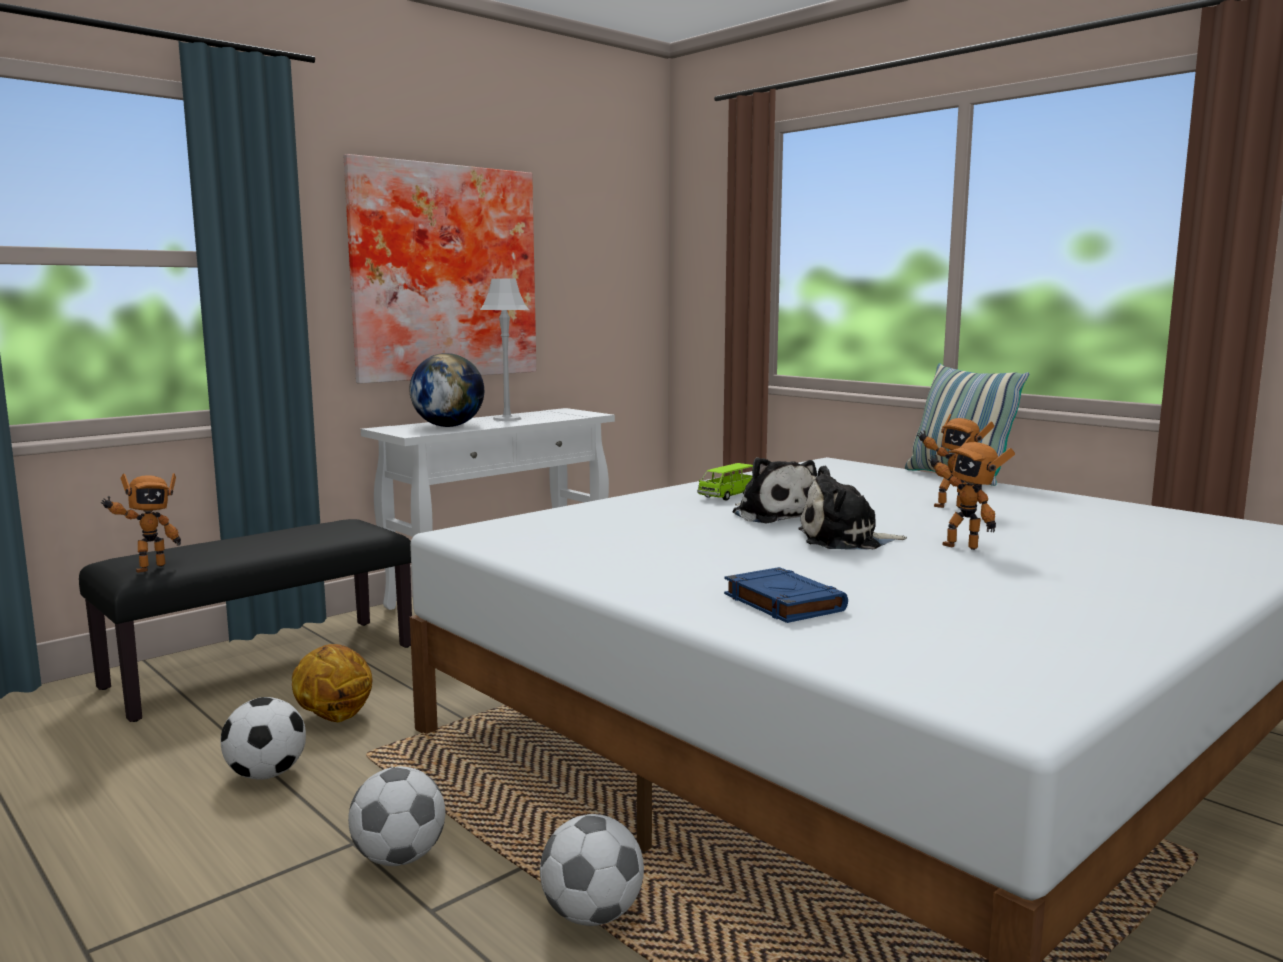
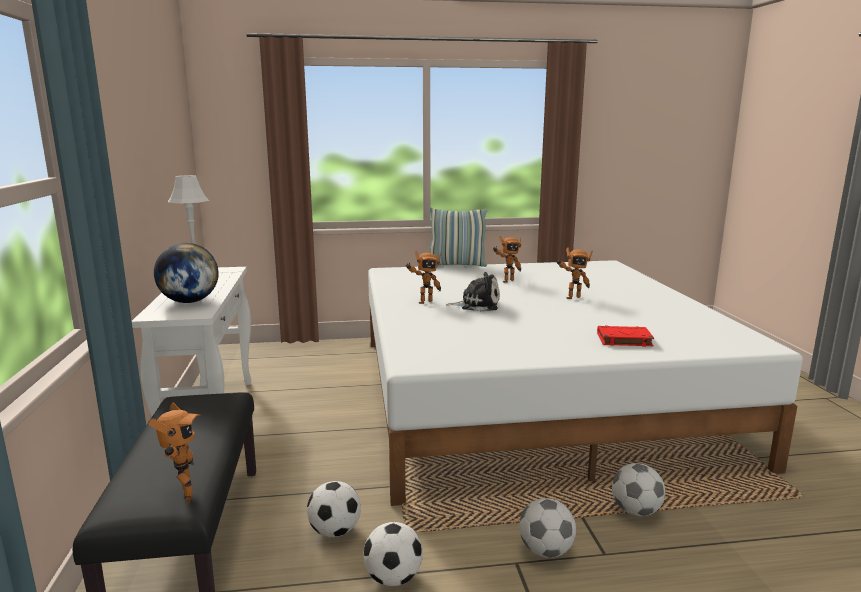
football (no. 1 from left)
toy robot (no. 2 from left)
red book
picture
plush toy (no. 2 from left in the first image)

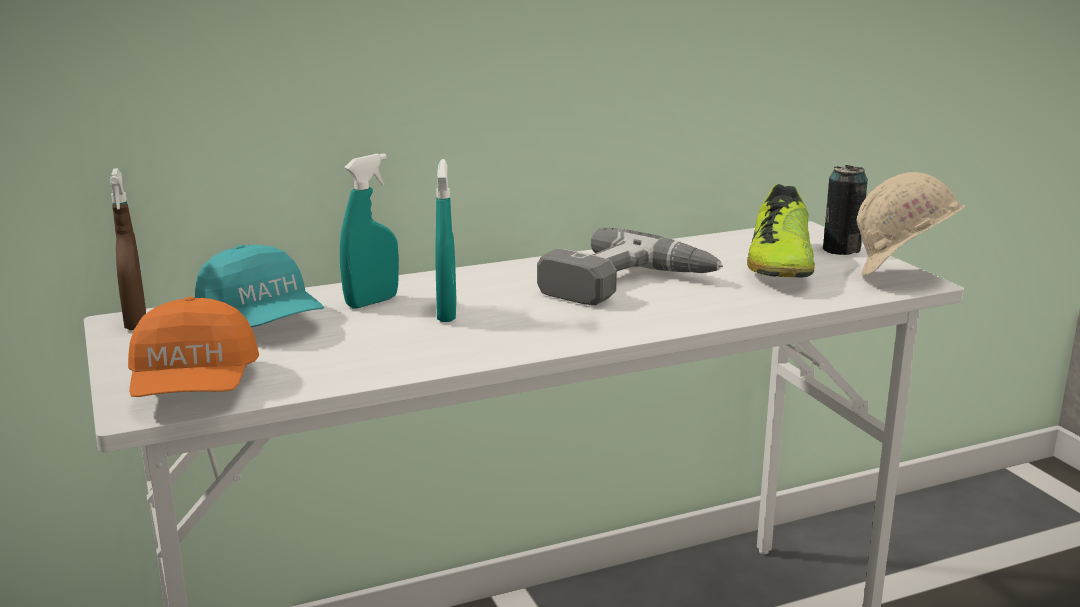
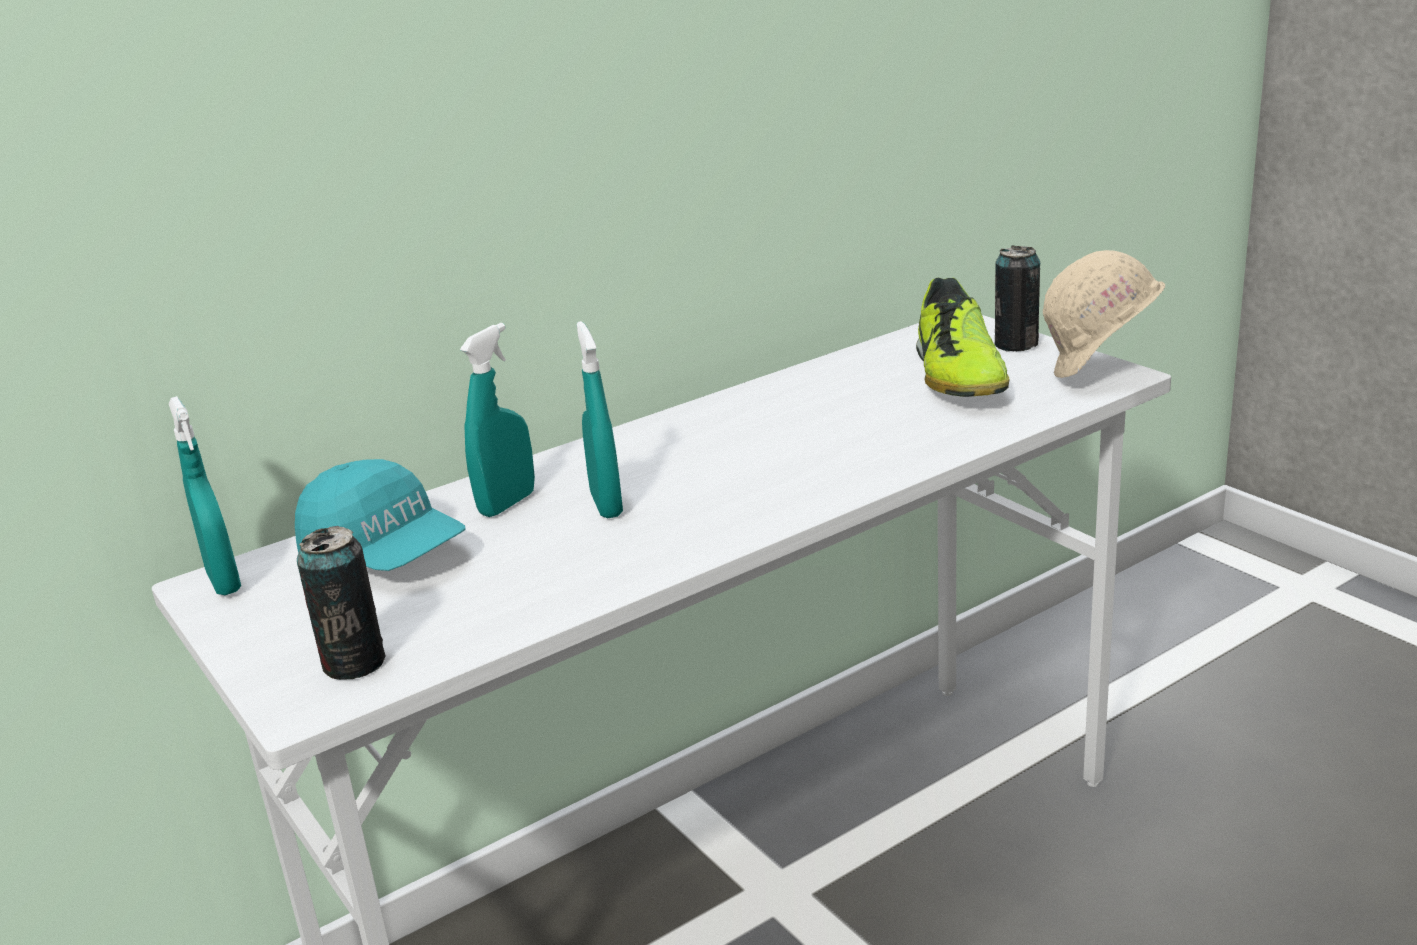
turquoise spray bottle (no. 1 from left)
can (no. 1 from left)
power drill

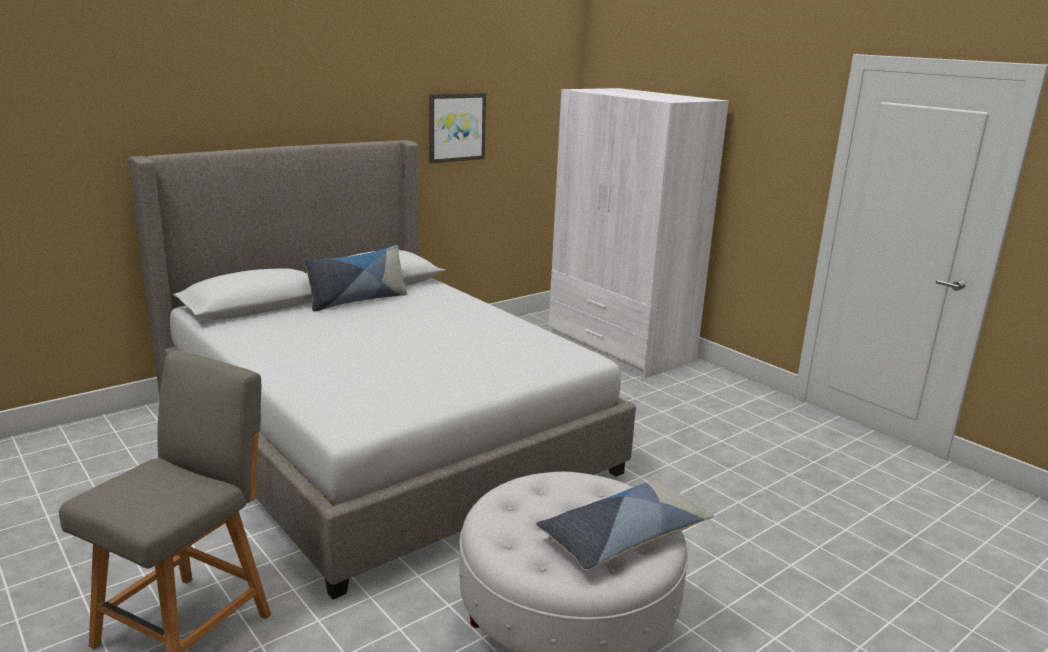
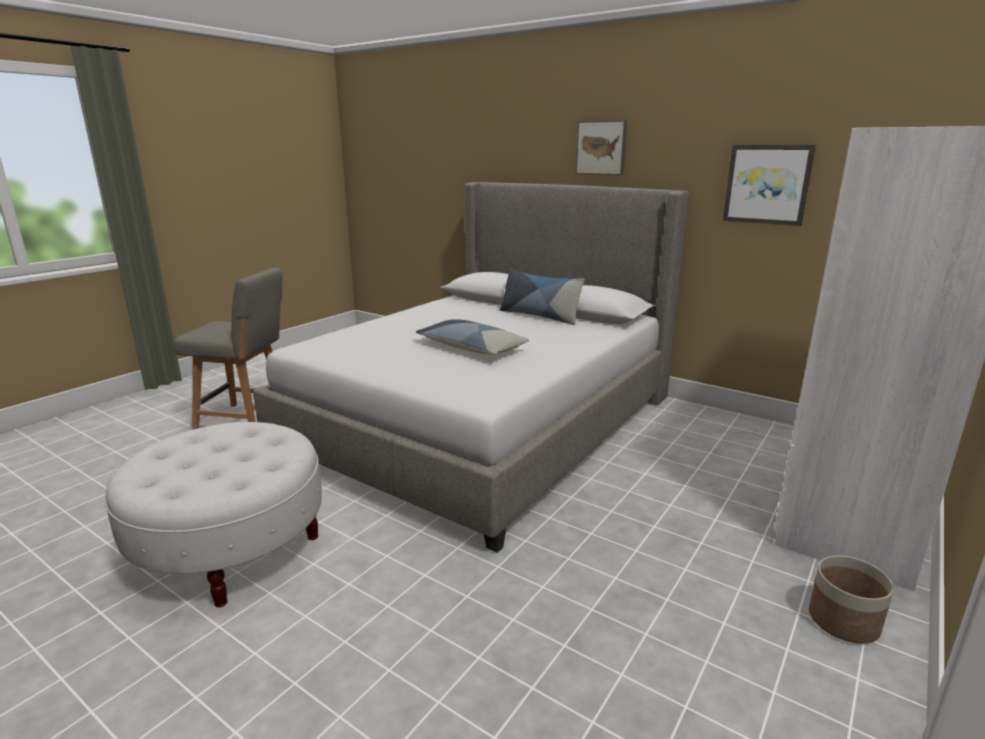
pillow (no. 1 from left)
picture (no. 1 from left)
planter

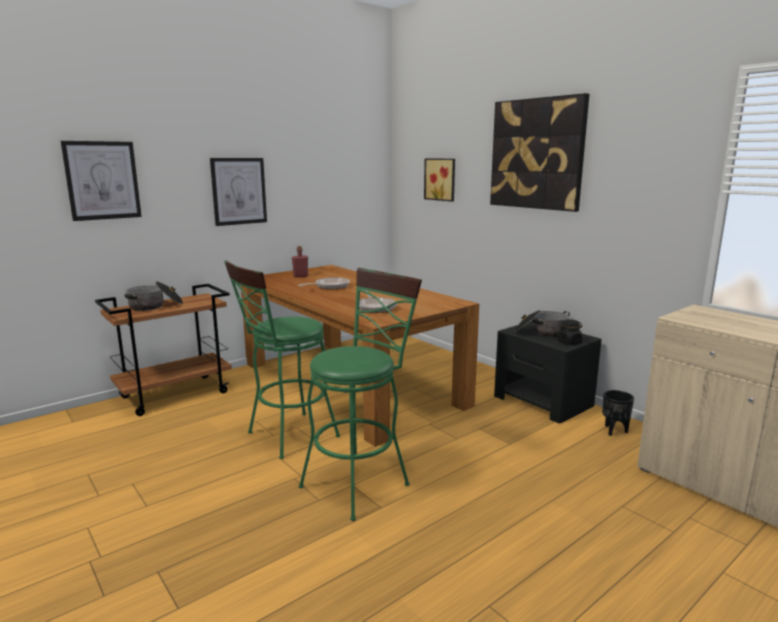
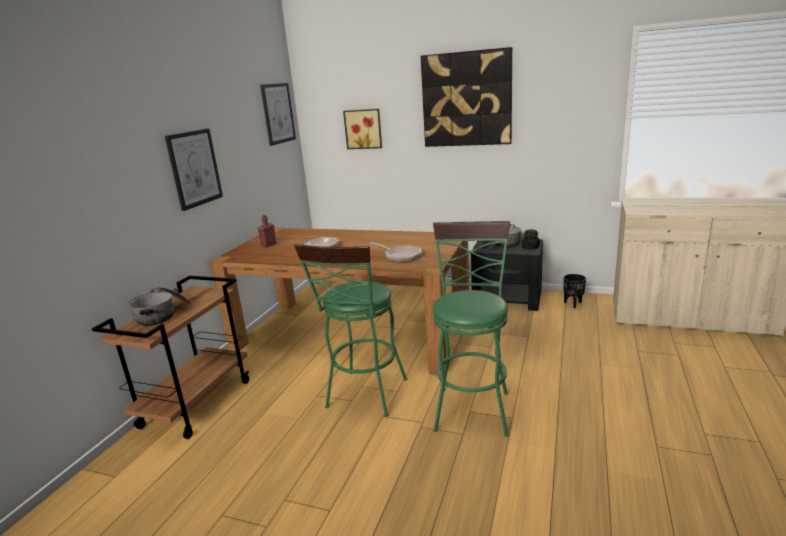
picture (no. 2 from left)

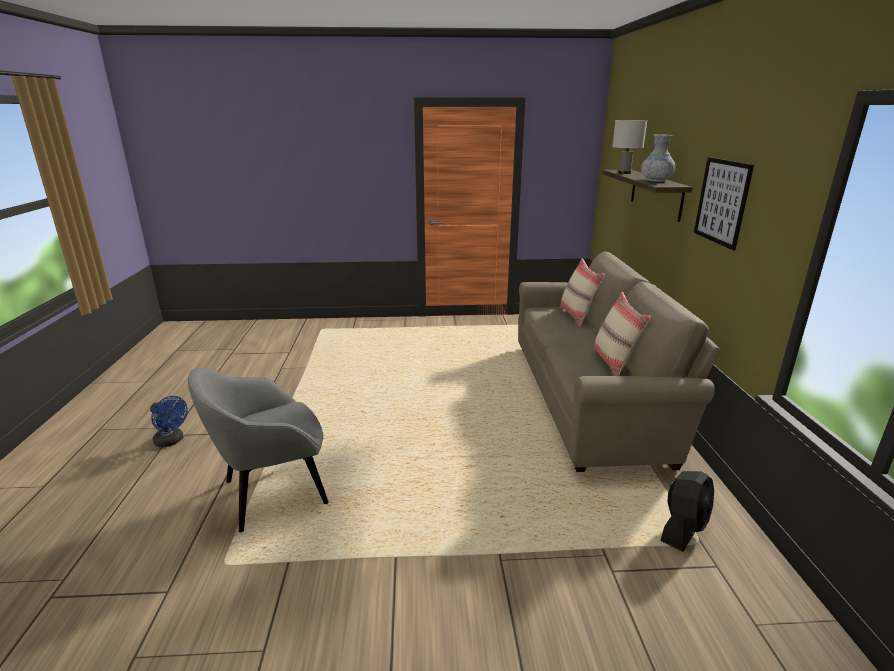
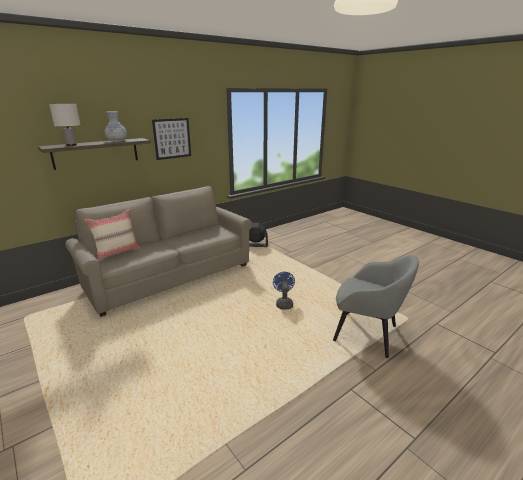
blue fan
beige pillow (no. 2 from left in the first image)

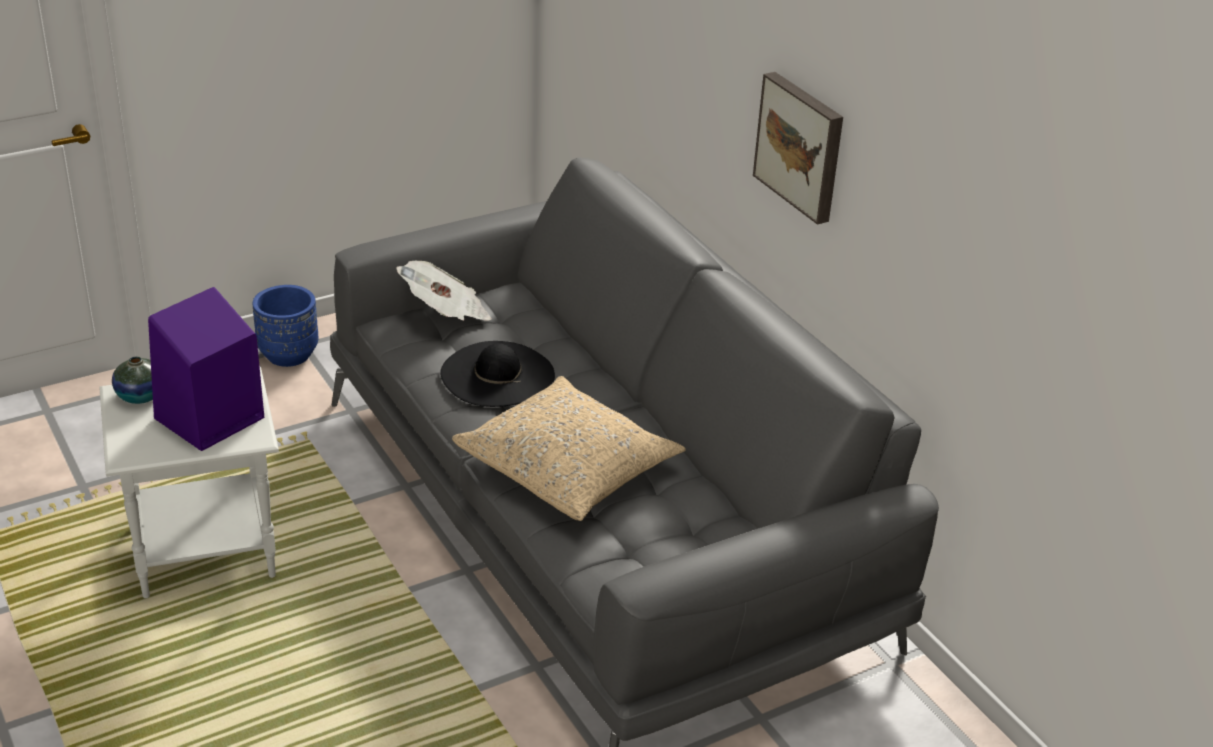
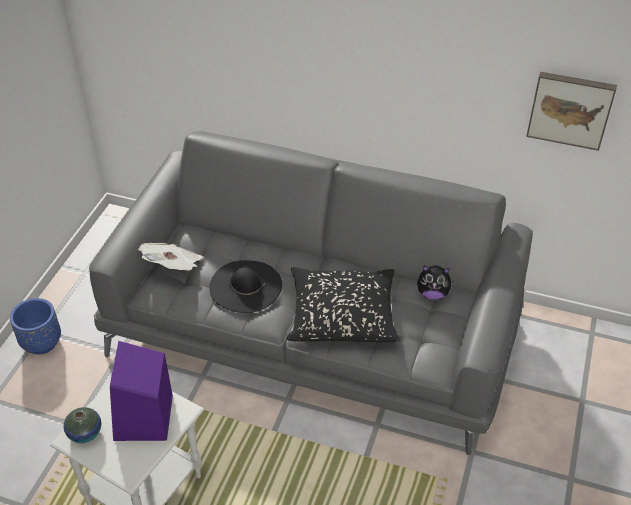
black pillow
plush toy
picture

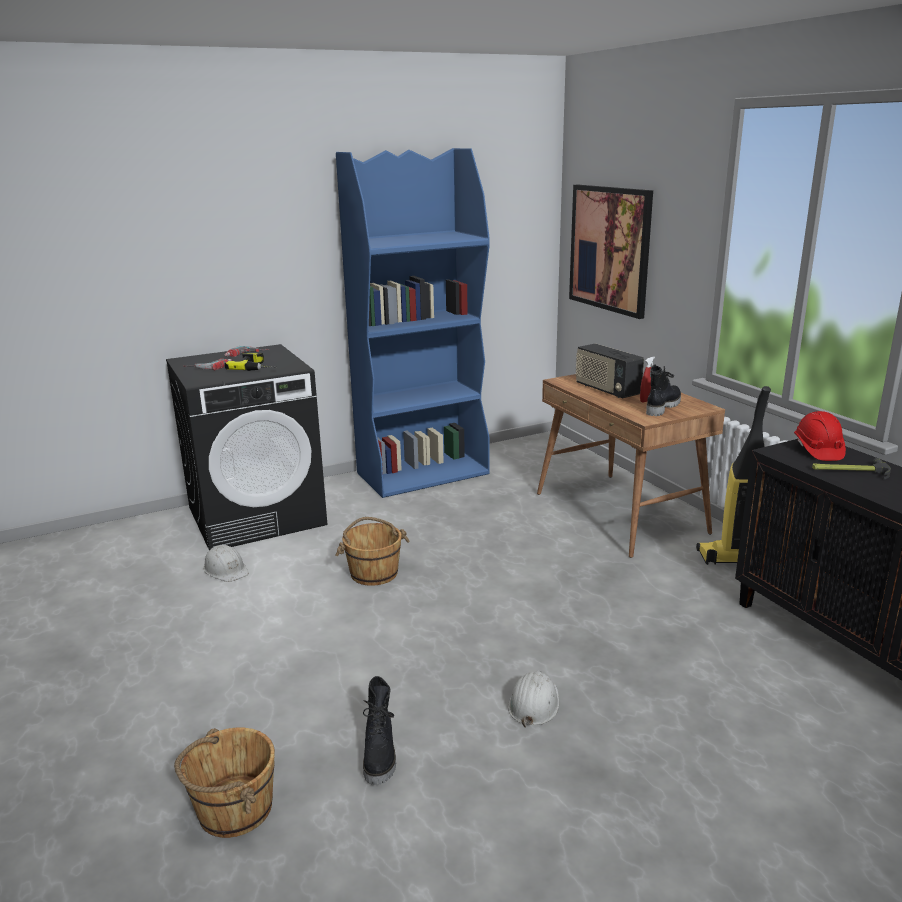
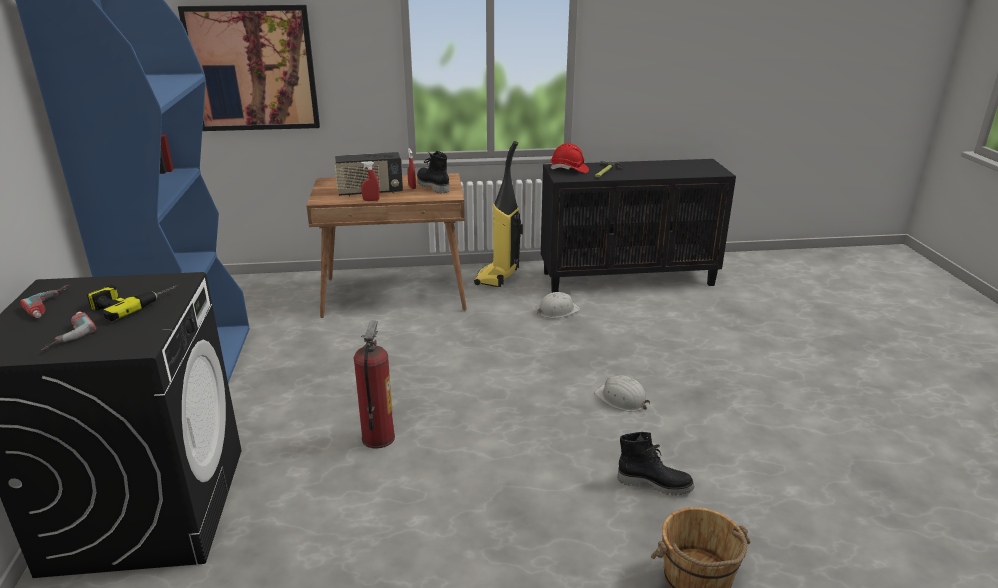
fire extinguisher
red spray bottle (no. 1 from left)
white hard hat (no. 1 from left)

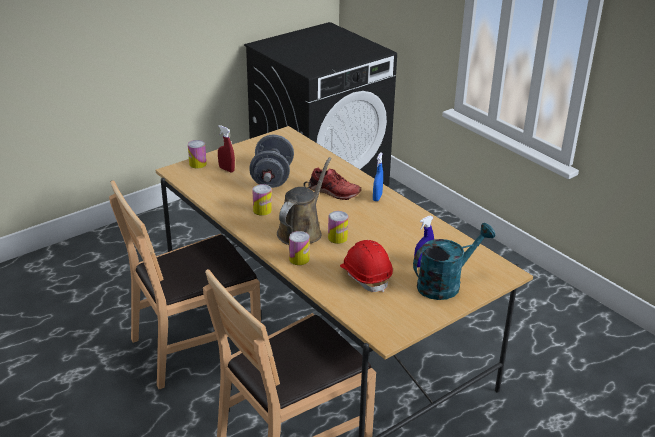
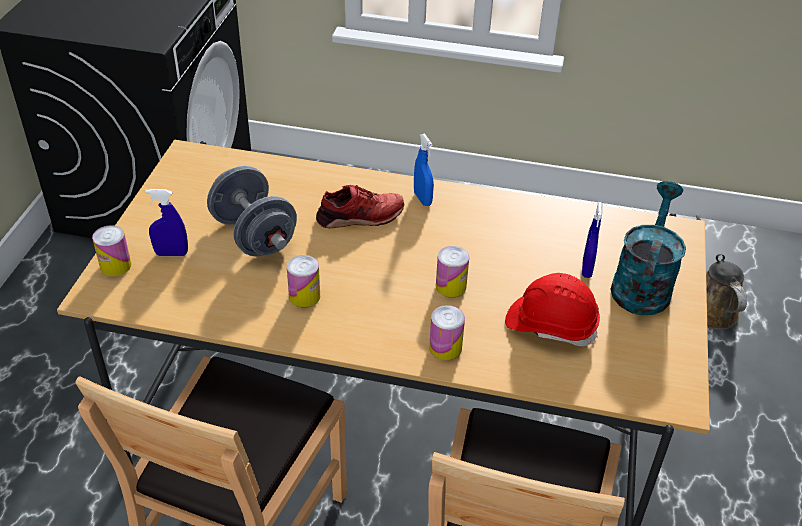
blue spray bottle (no. 1 from left)
brown watering can

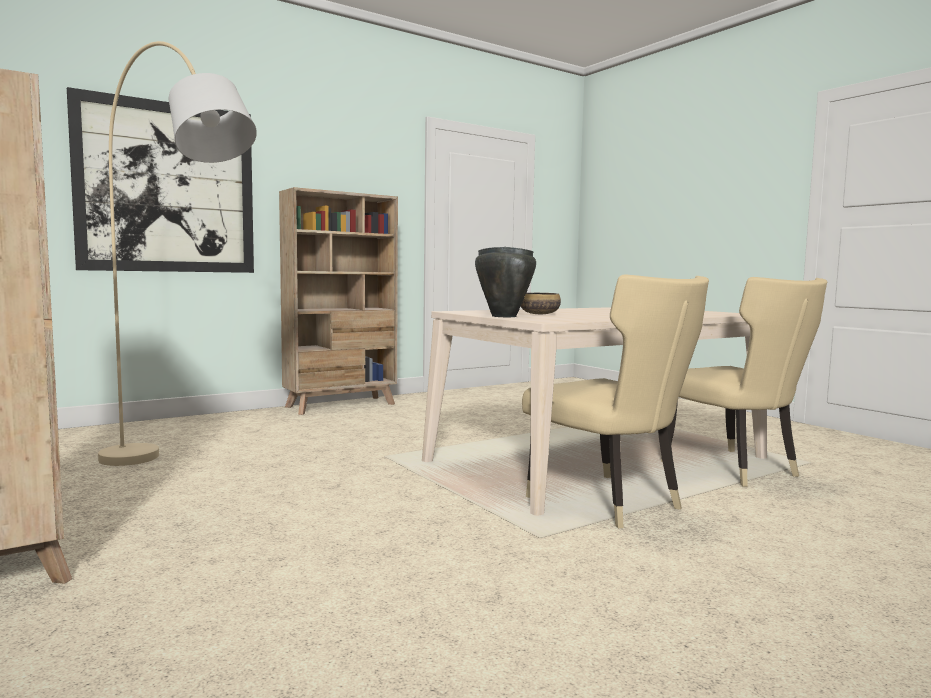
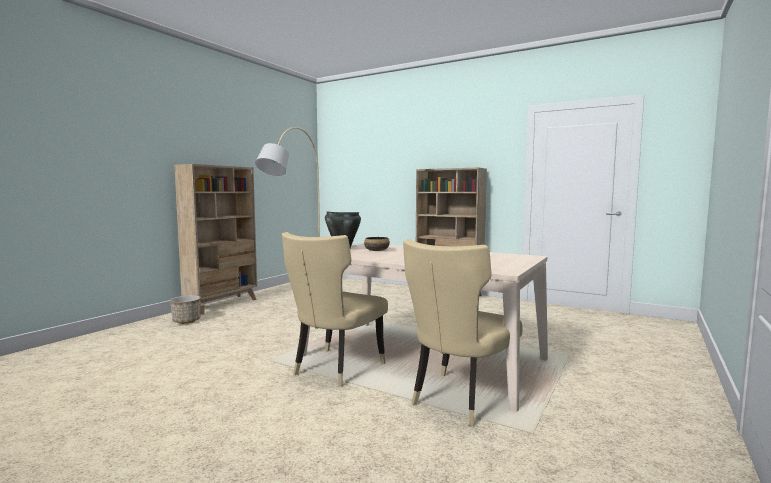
planter
picture

